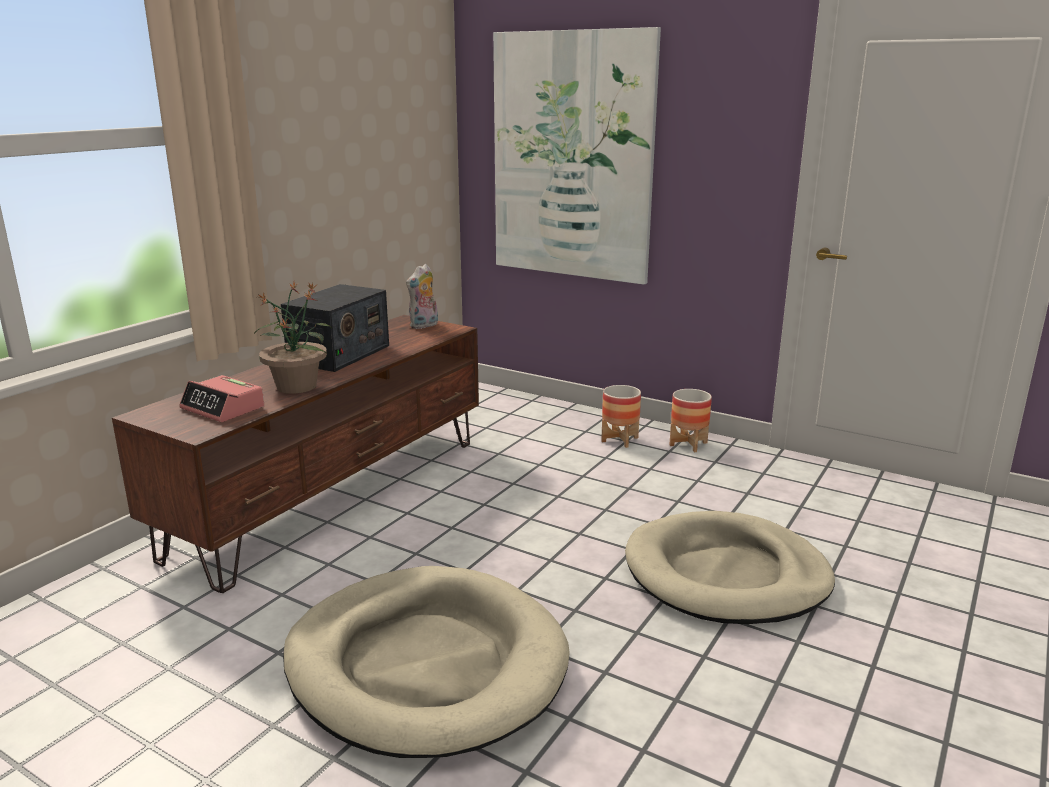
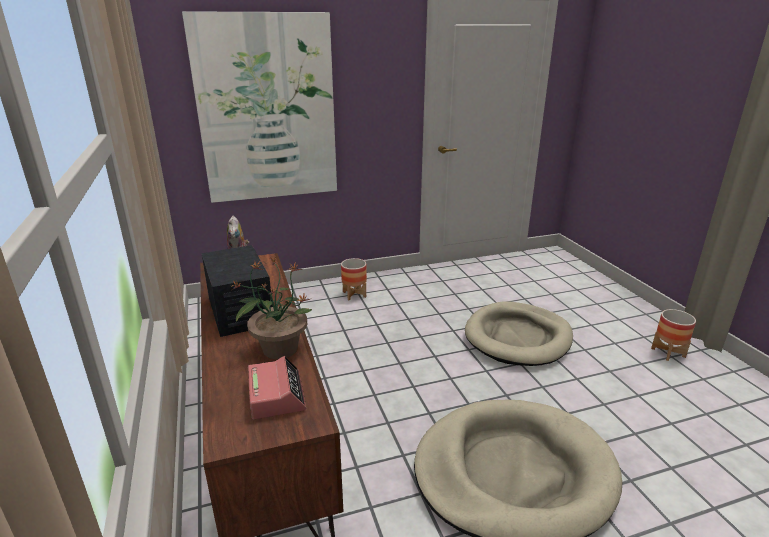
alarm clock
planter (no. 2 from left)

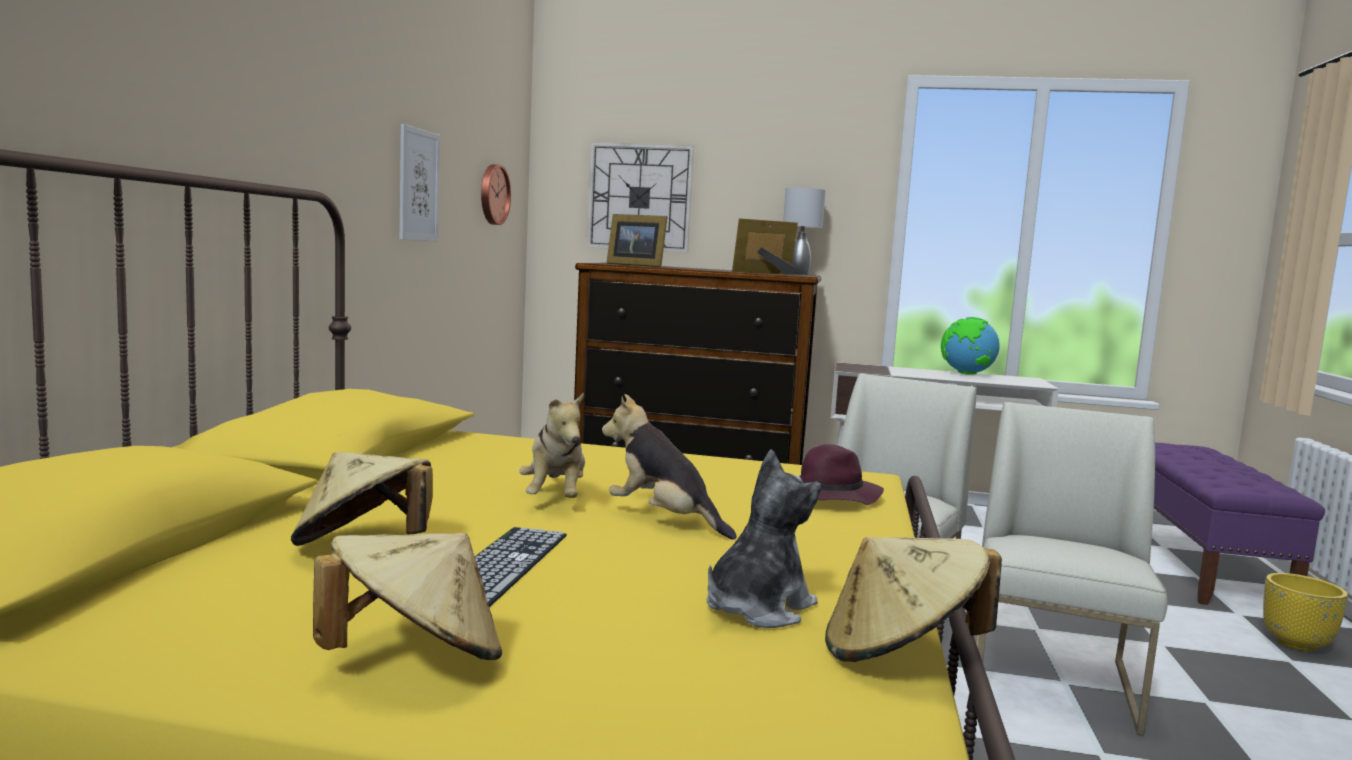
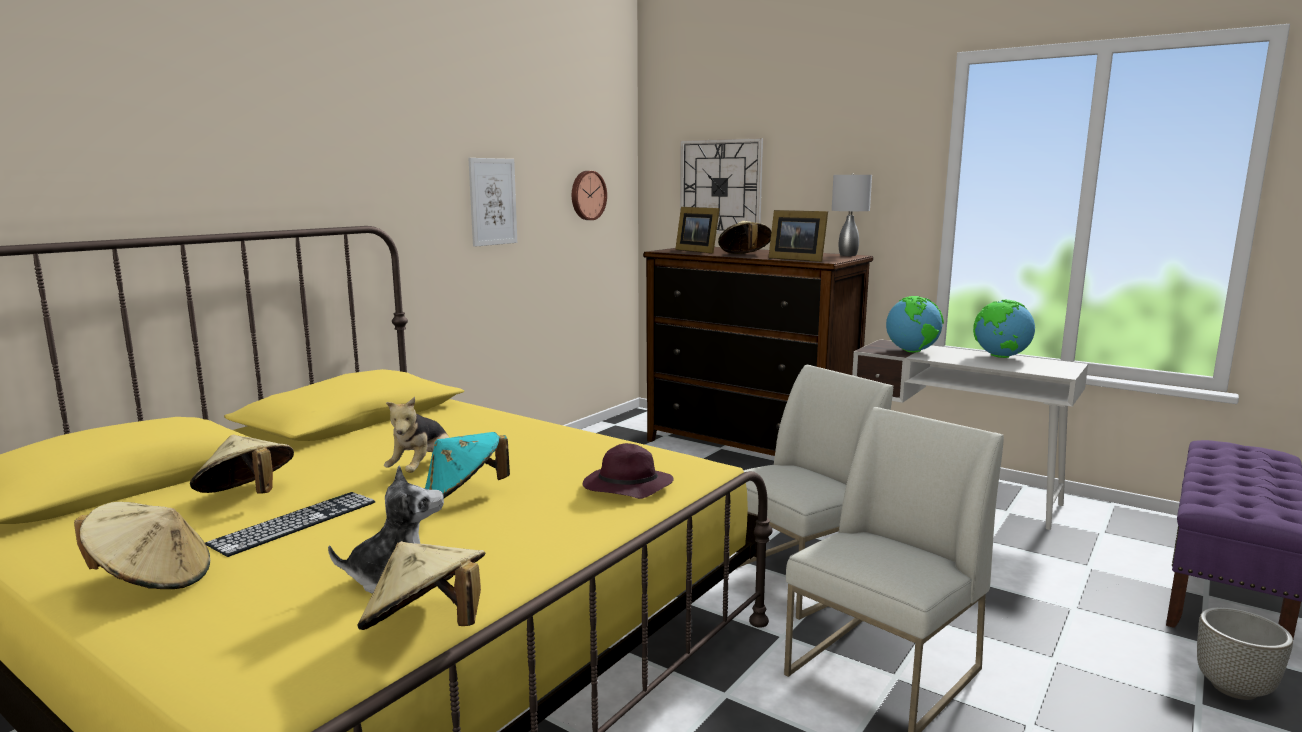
turquoise hat
beige hat (no. 4 from left)
picture frame (no. 2 from left)
globe (no. 1 from left)
grey planter

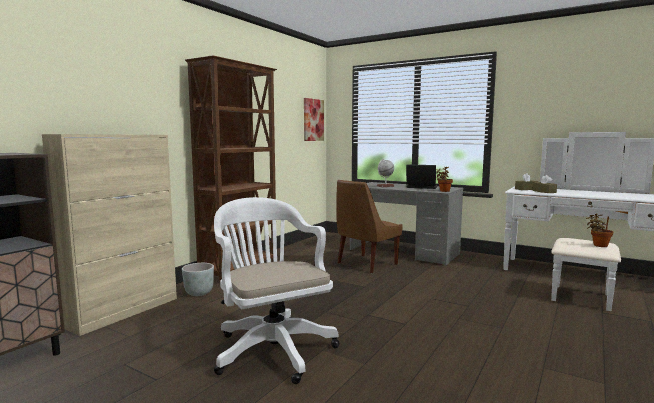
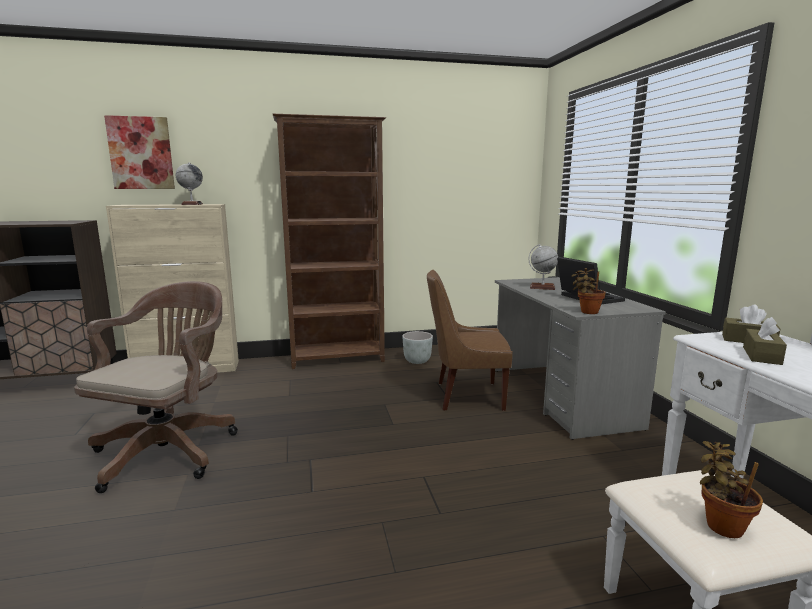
brown office chair
picture
globe (no. 1 from left)
grey planter

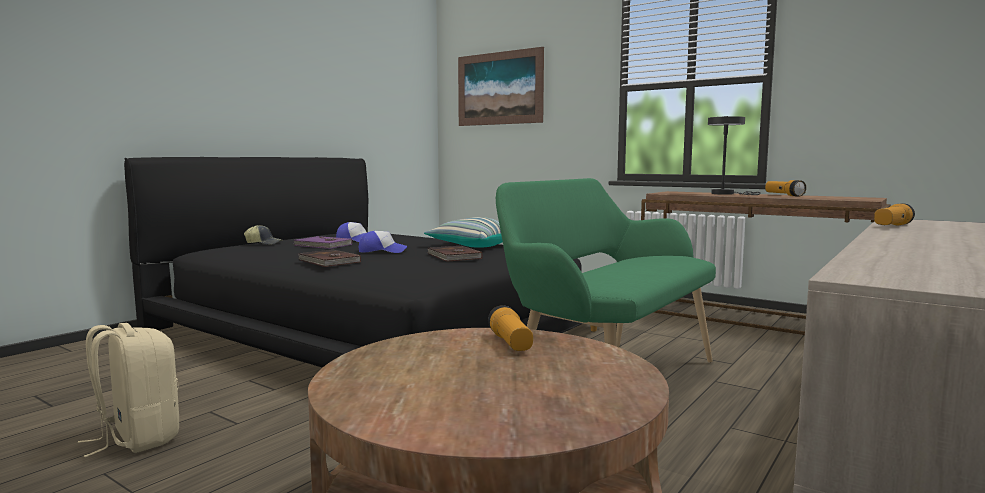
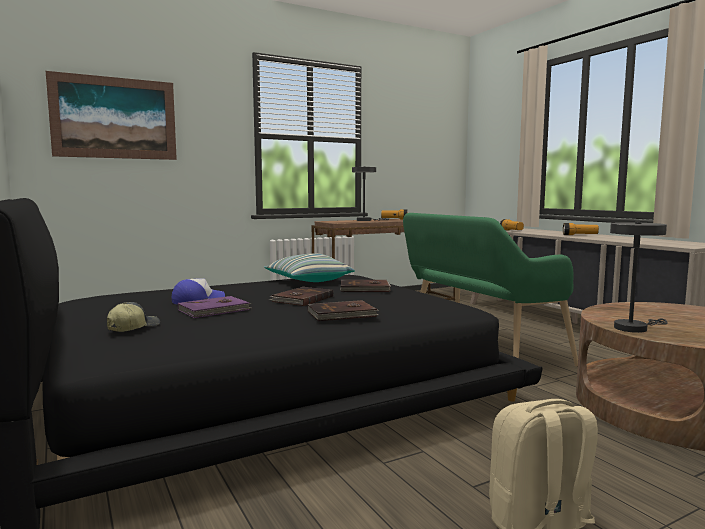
brown book (no. 1 from left)
flashlight (no. 3 from left)
grey table lamp (no. 2 from left)

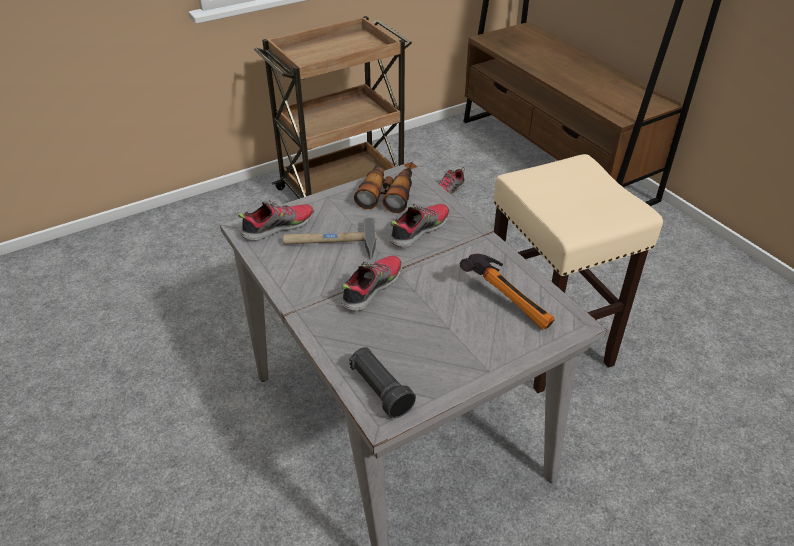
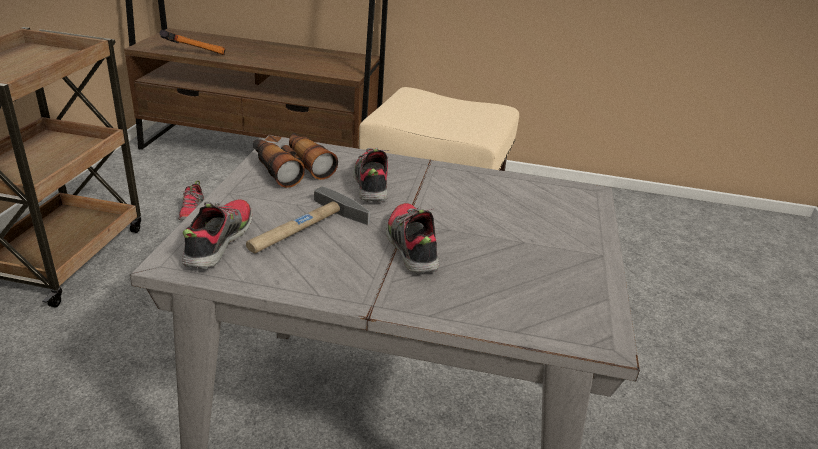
hammer (no. 1 from left)
black flashlight

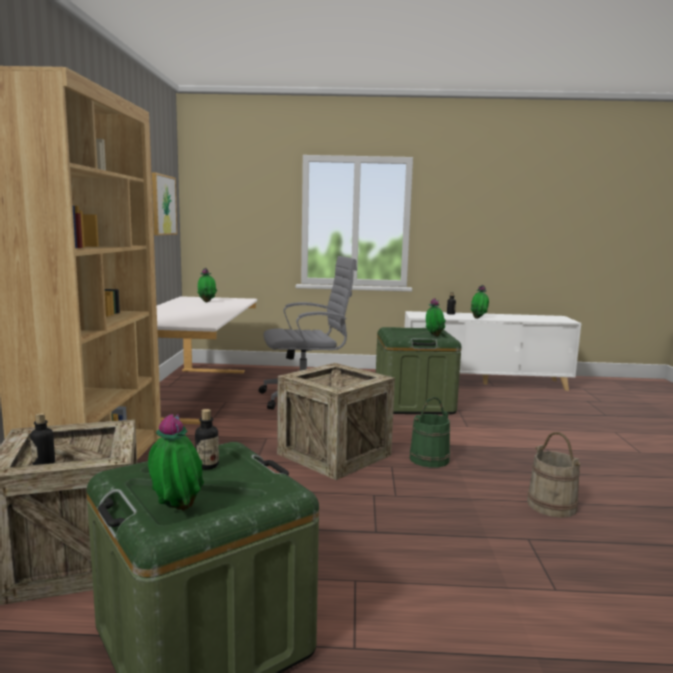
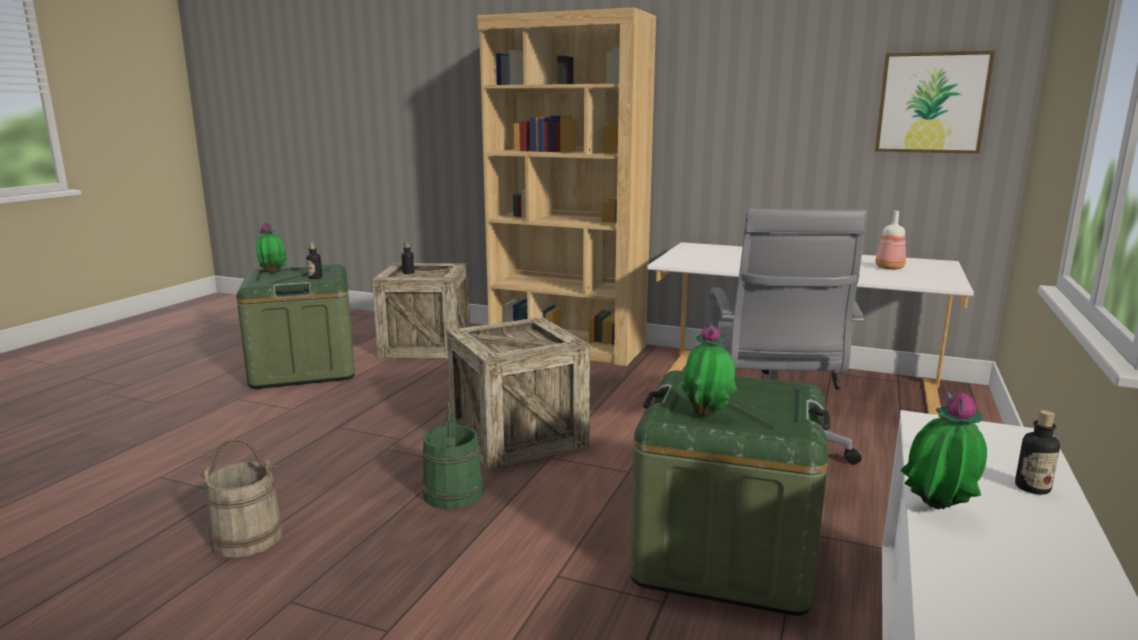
bottle (no. 3 from left)

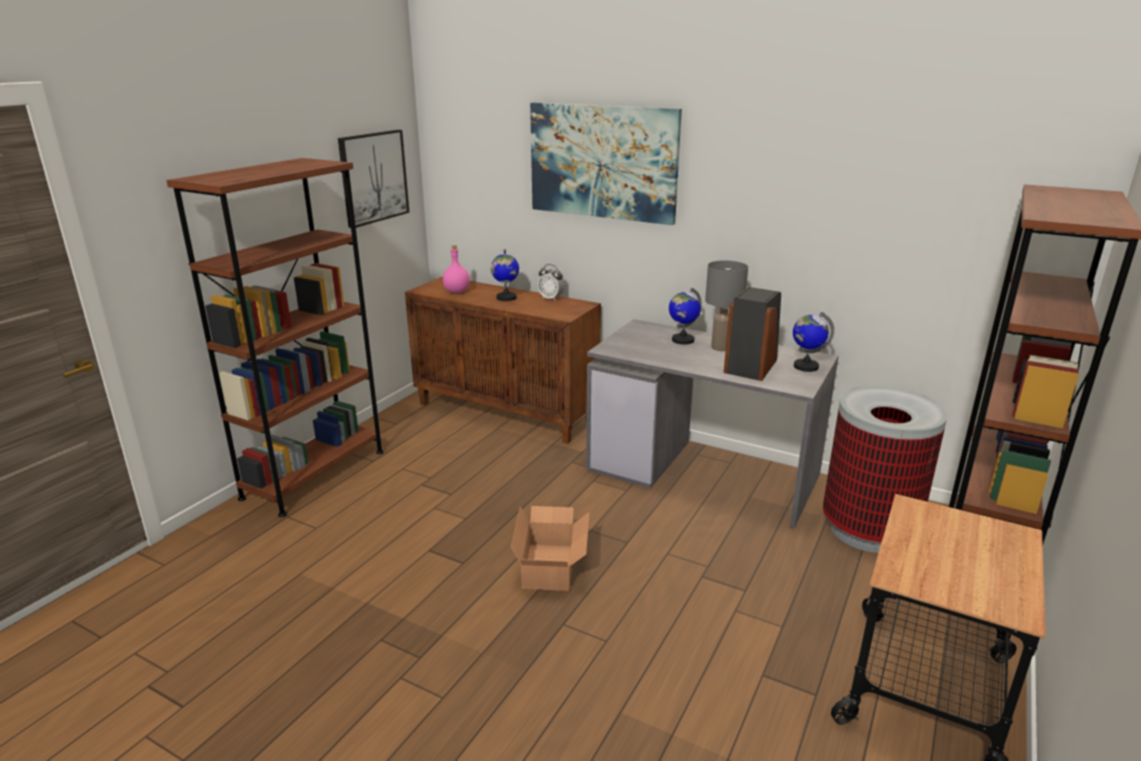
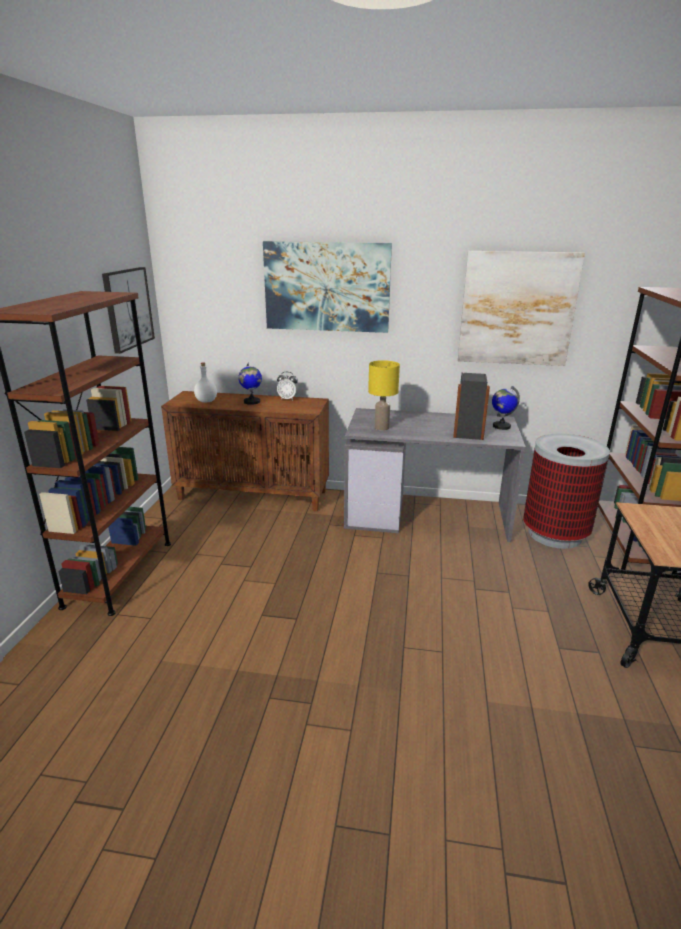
white bottle
yellow table lamp
picture (no. 3 from left)
cardboard box
globe (no. 2 from left in the first image)
grey table lamp

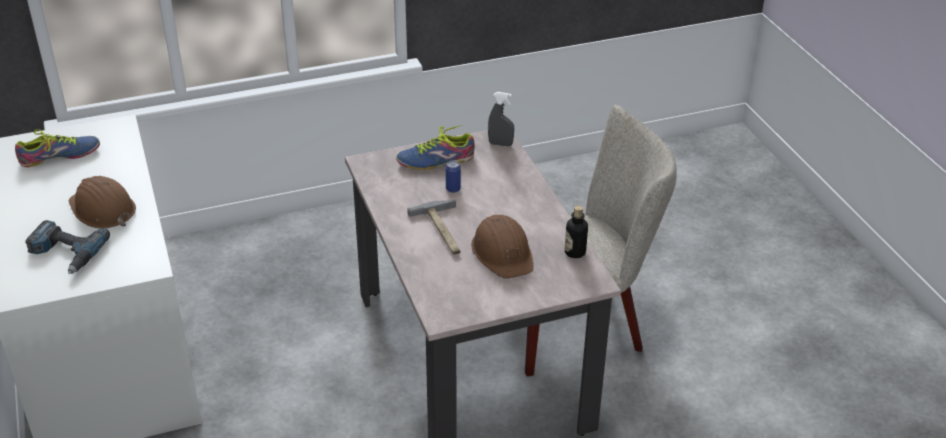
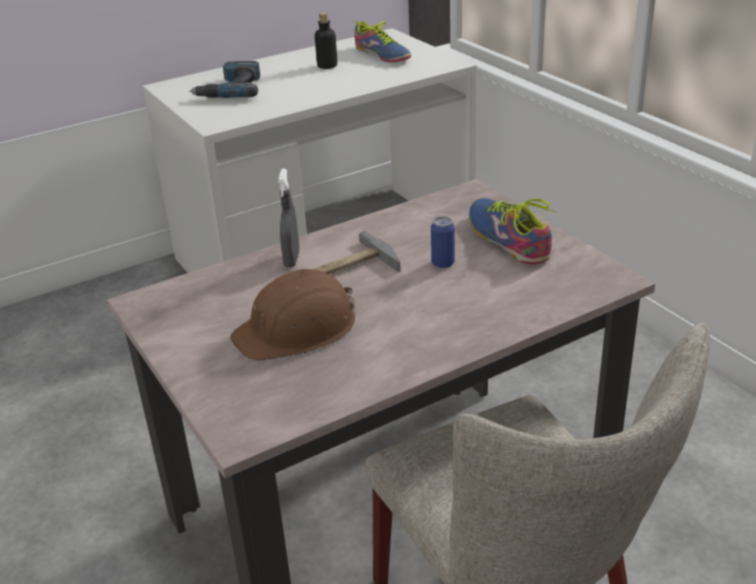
grey spray bottle
bottle
brown hard hat (no. 1 from left in the first image)

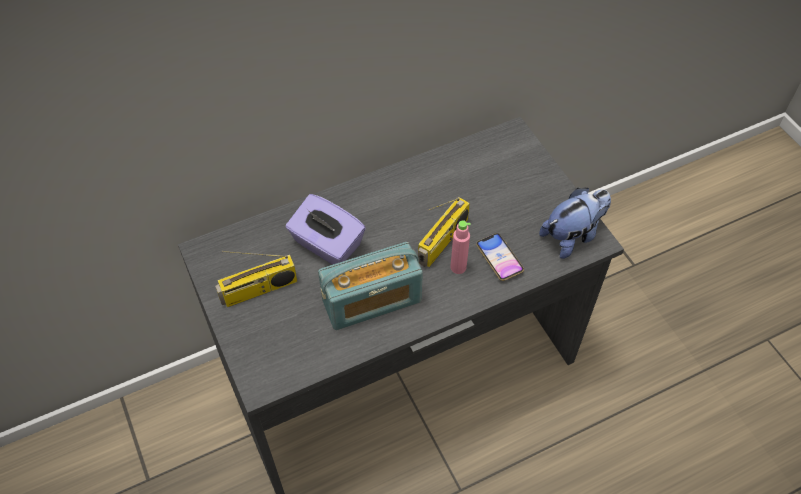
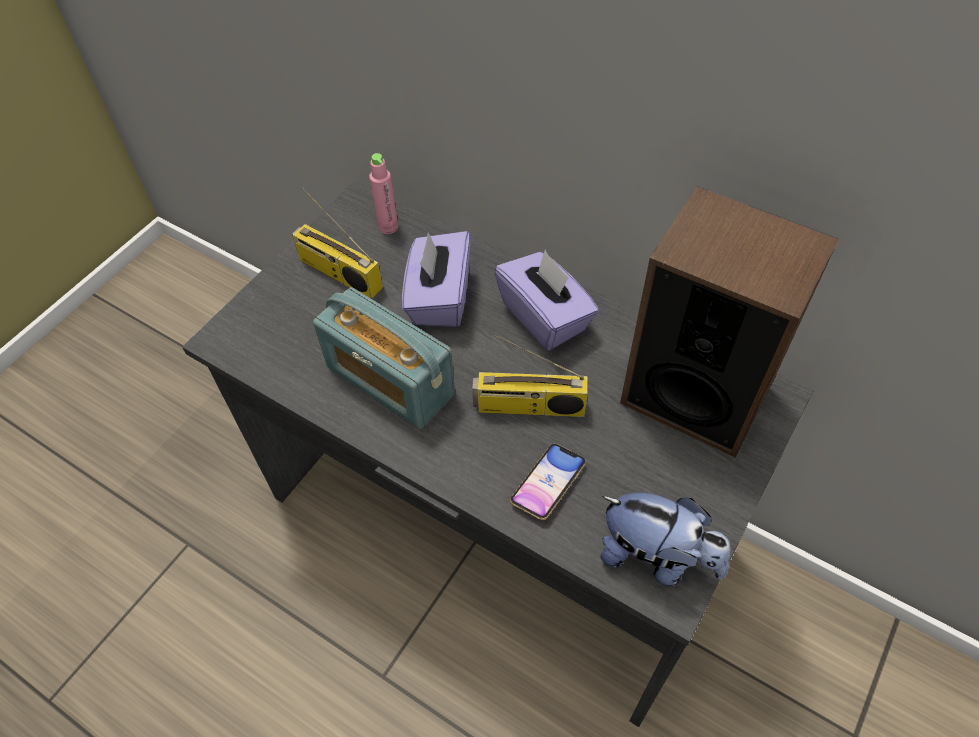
pink bottle
purple tissue box (no. 2 from left)
speaker

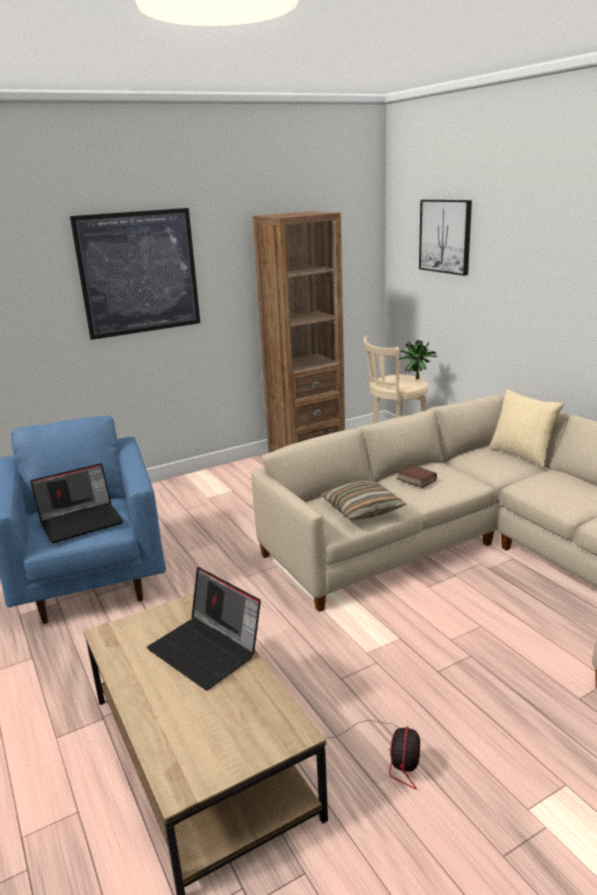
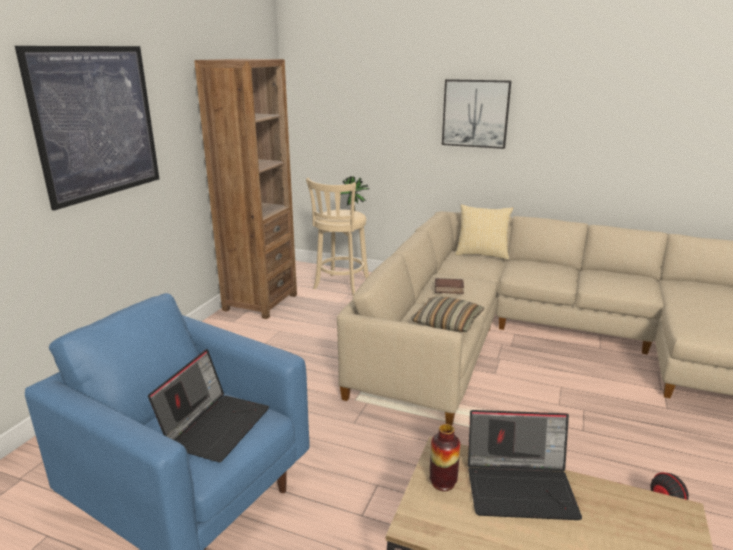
vase
picture (no. 2 from left)

